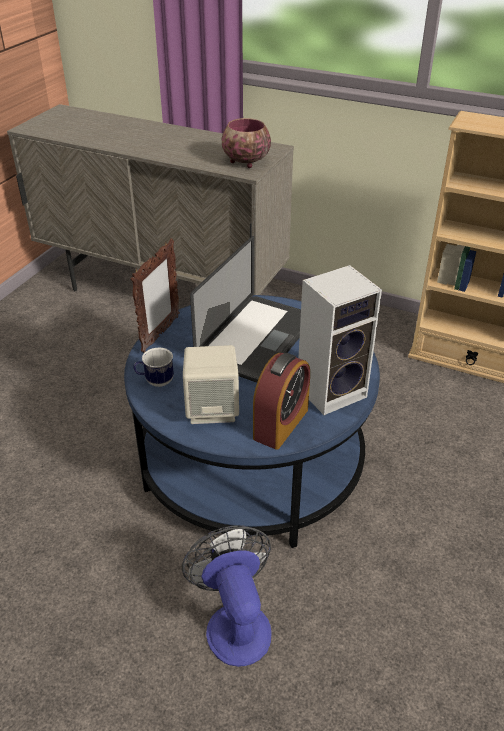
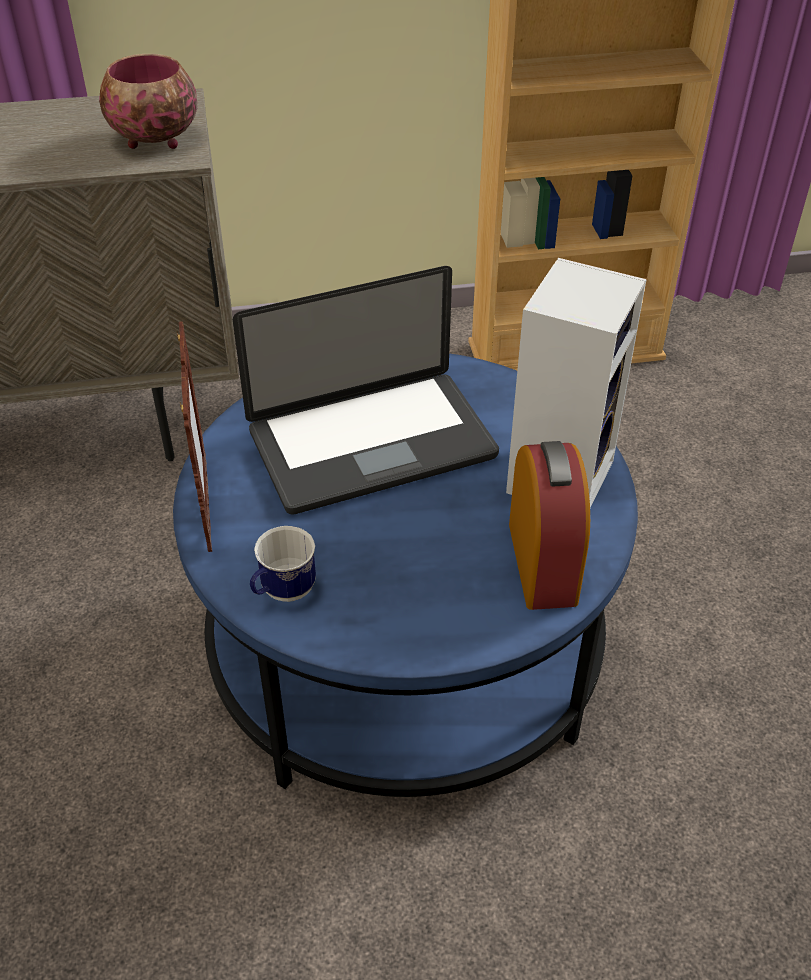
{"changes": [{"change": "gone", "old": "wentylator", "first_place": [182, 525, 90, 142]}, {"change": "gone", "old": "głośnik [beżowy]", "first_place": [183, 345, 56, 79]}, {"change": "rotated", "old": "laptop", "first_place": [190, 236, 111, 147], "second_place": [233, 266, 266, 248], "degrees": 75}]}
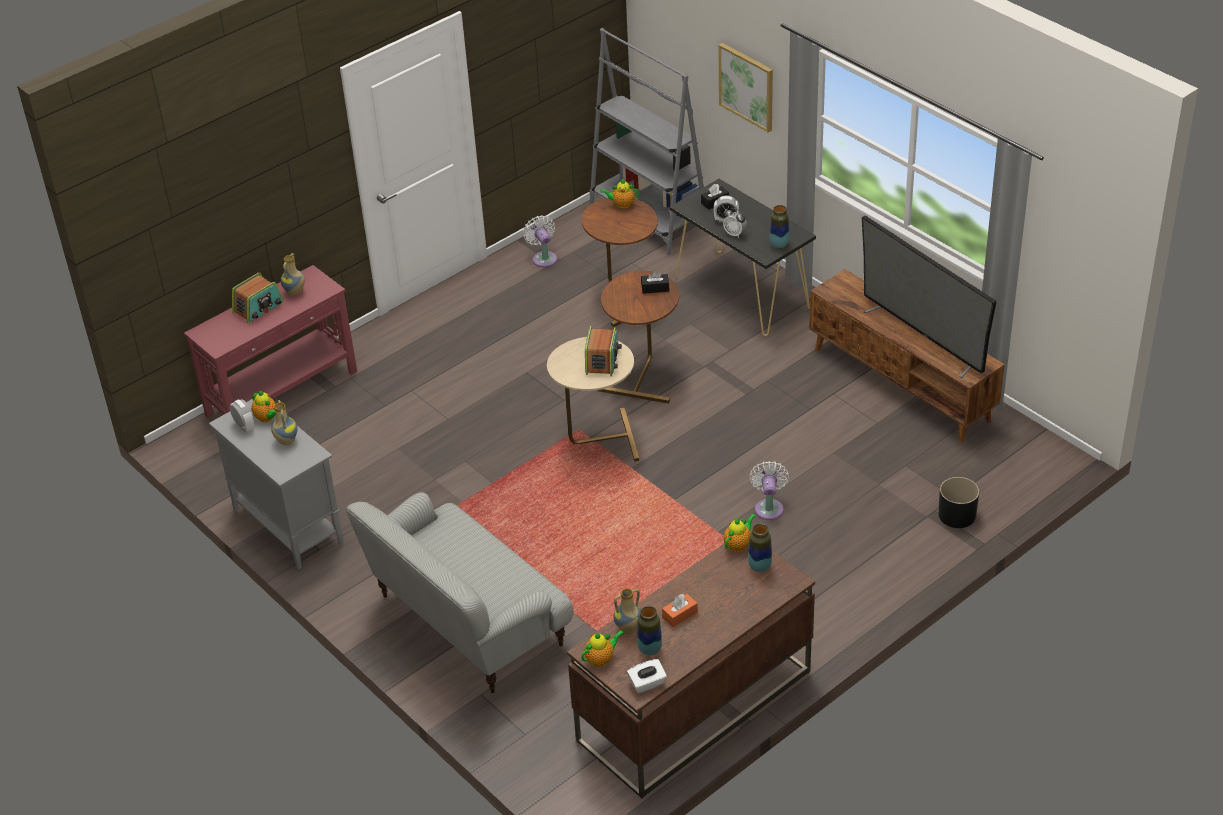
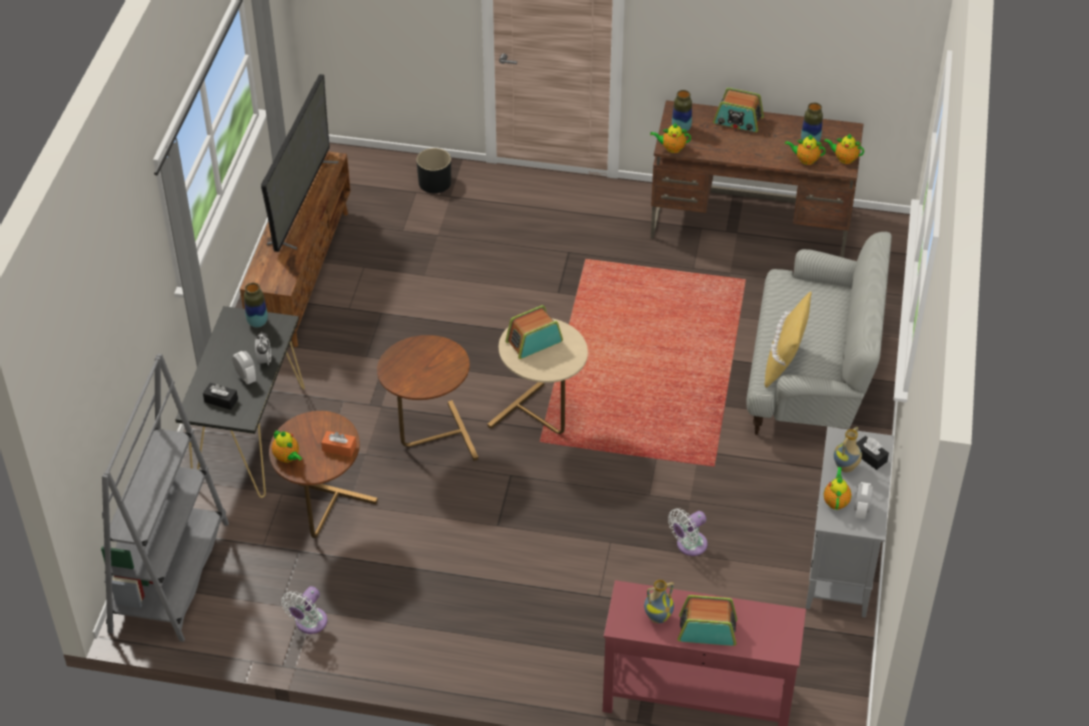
{"changes": [{"change": "gone", "old": "pudełko chusteczek [biały]", "first_place": [627, 659, 40, 34]}, {"change": "gone", "old": "obraz", "first_place": [719, 43, 54, 90]}, {"change": "new", "new": "radio", "second_place": [713, 88, 51, 44]}, {"change": "new", "new": "poduszka [żółty]", "second_place": [764, 291, 48, 97]}, {"change": "shifted", "old": "pudełko chusteczek [czarny]", "first_place": [641, 271, 28, 23], "second_place": [856, 436, 33, 34]}, {"change": "shifted", "old": "pudełko chusteczek [pomarańczowy]", "first_place": [662, 594, 36, 33], "second_place": [321, 431, 35, 26]}, {"change": "shifted", "old": "wentylator [biały]", "first_place": [749, 461, 40, 59], "second_place": [668, 509, 40, 47]}, {"change": "swapped", "old": "wazon", "new": "imbryk", "first_place": [613, 588, 28, 46], "second_place": [785, 135, 41, 30]}]}
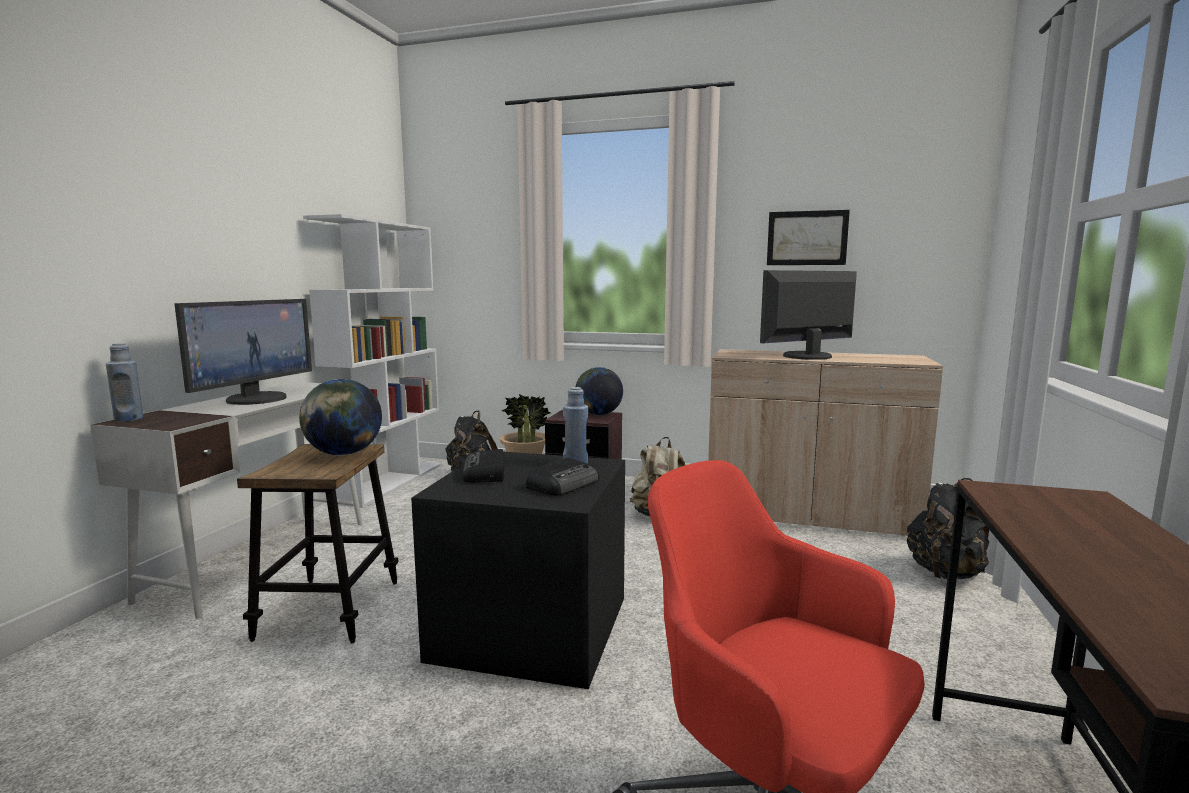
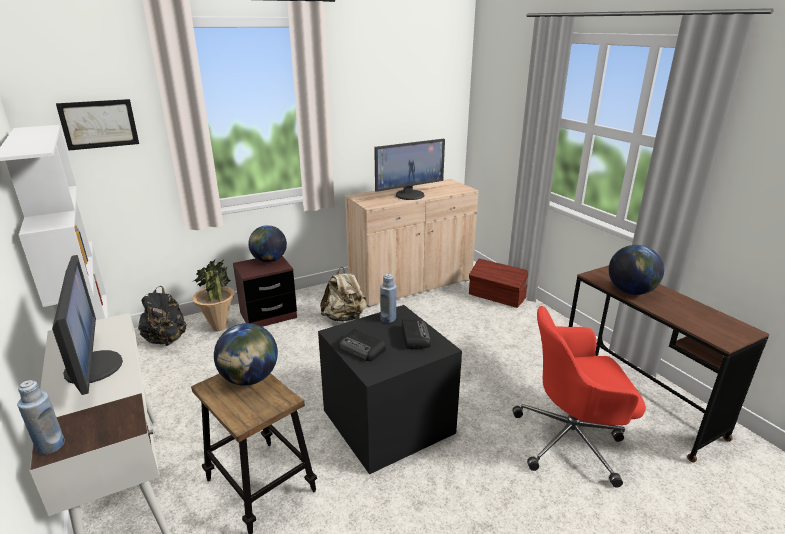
{"changes": [{"change": "new", "new": "globus", "second_place": [609, 245, 55, 50]}, {"change": "shifted", "old": "obraz", "first_place": [767, 210, 83, 55], "second_place": [56, 99, 83, 52]}, {"change": "swapped", "old": "plecak [czarny]", "new": "pojemnik do przechowywania [brązowy]", "first_place": [907, 478, 82, 101], "second_place": [469, 259, 59, 49]}, {"change": "rotated", "old": "monitor", "first_place": [760, 270, 97, 90], "second_place": [374, 139, 71, 61], "degrees": -135}]}
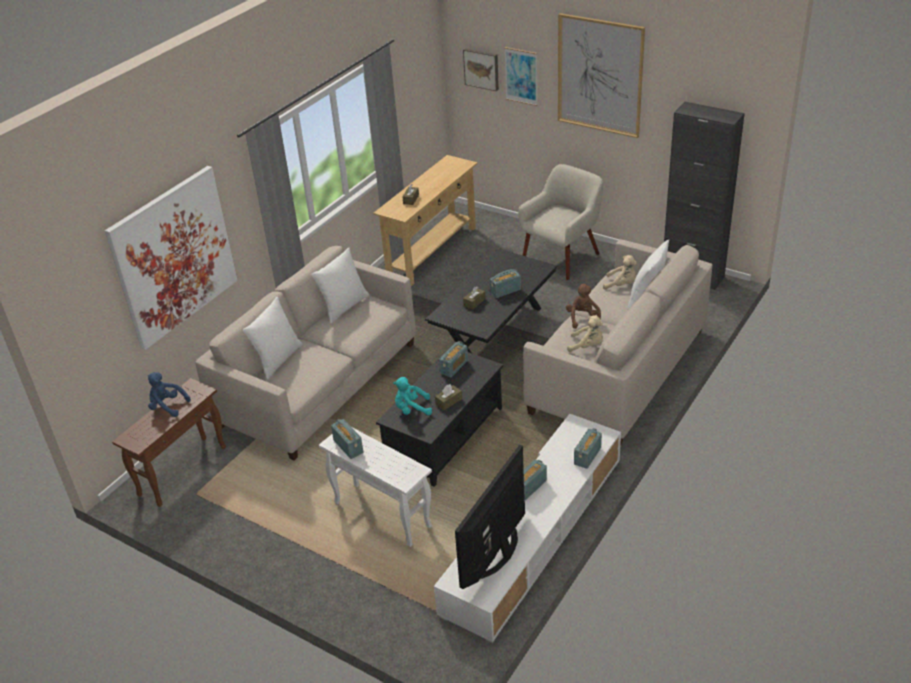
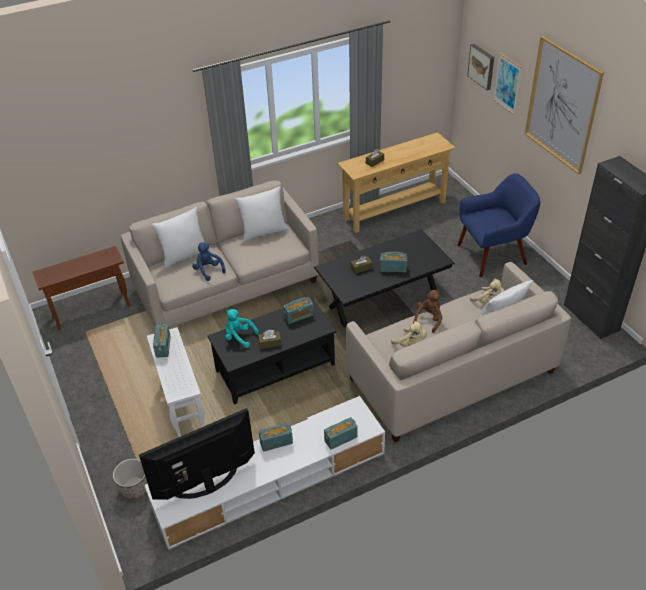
{"changes": [{"change": "gone", "old": "obraz", "first_place": [105, 166, 133, 184]}, {"change": "new", "new": "donica", "second_place": [113, 459, 35, 40]}, {"change": "shifted", "old": "pluszak [niebieski]", "first_place": [148, 372, 42, 45], "second_place": [192, 242, 34, 39]}, {"change": "repainted", "old": "fotel [beżowy]", "new": "fotel [niebieski]", "first_place": [518, 164, 85, 116], "second_place": [458, 173, 82, 104]}]}
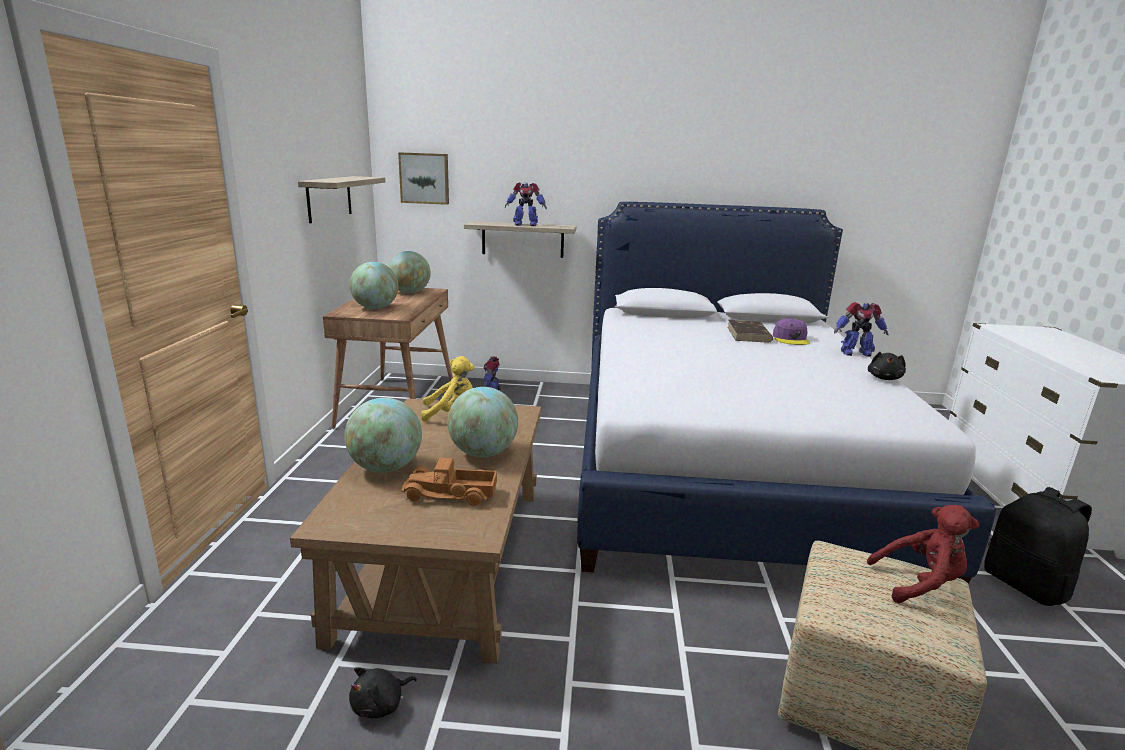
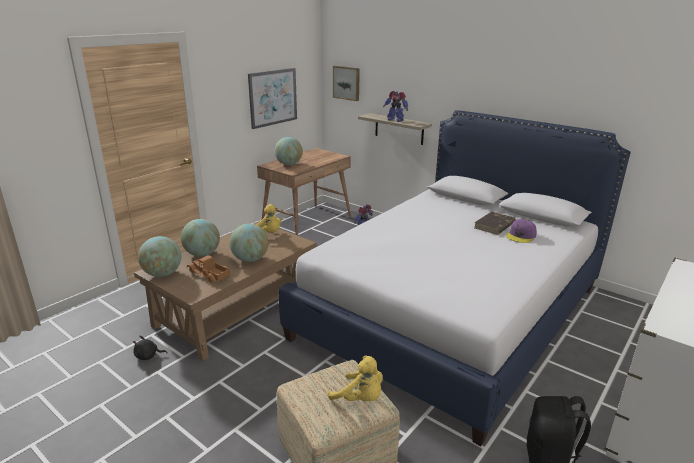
{"changes": [{"change": "gone", "old": "robot zabawkowy", "first_place": [834, 302, 54, 54]}, {"change": "gone", "old": "pluszak [czarny]", "first_place": [868, 352, 38, 28]}, {"change": "shifted", "old": "globus", "first_place": [388, 251, 43, 42], "second_place": [138, 236, 43, 41]}, {"change": "swapped", "old": "półka", "new": "obraz", "first_place": [298, 176, 88, 47], "second_place": [248, 68, 49, 61]}, {"change": "repainted", "old": "pluszak [czerwony]", "new": "pluszak [żółty]", "first_place": [867, 505, 112, 98], "second_place": [328, 355, 55, 46]}]}
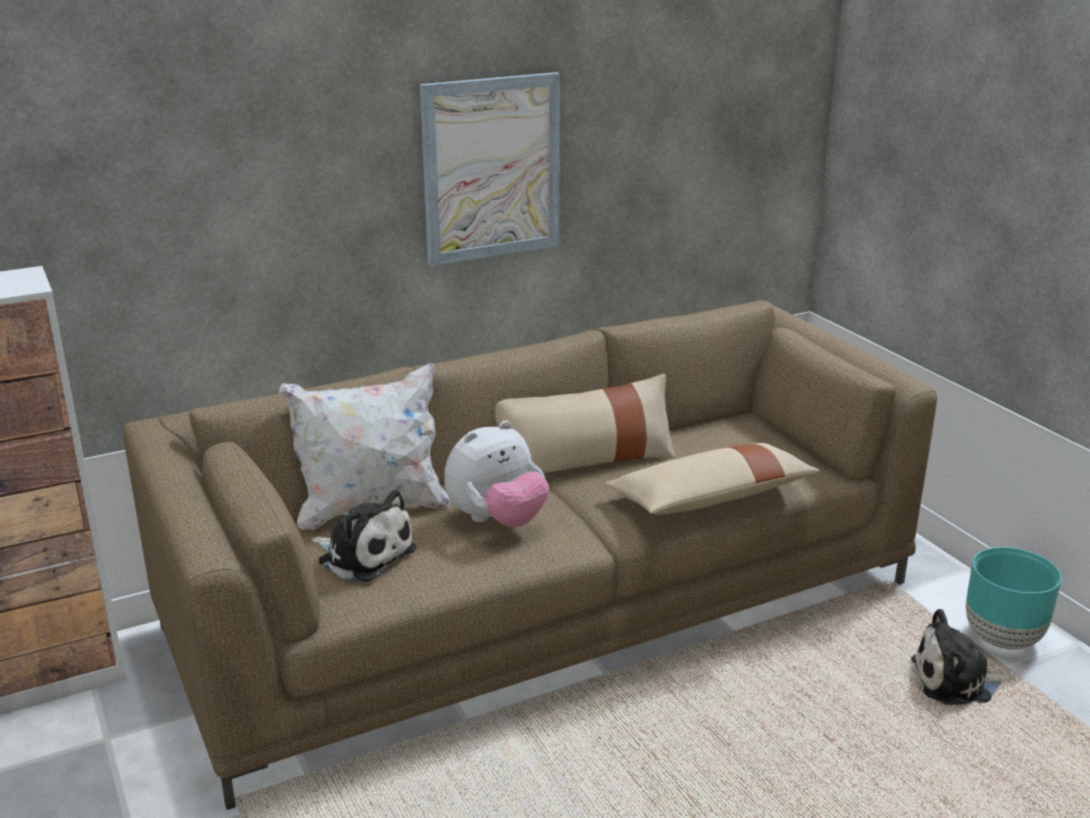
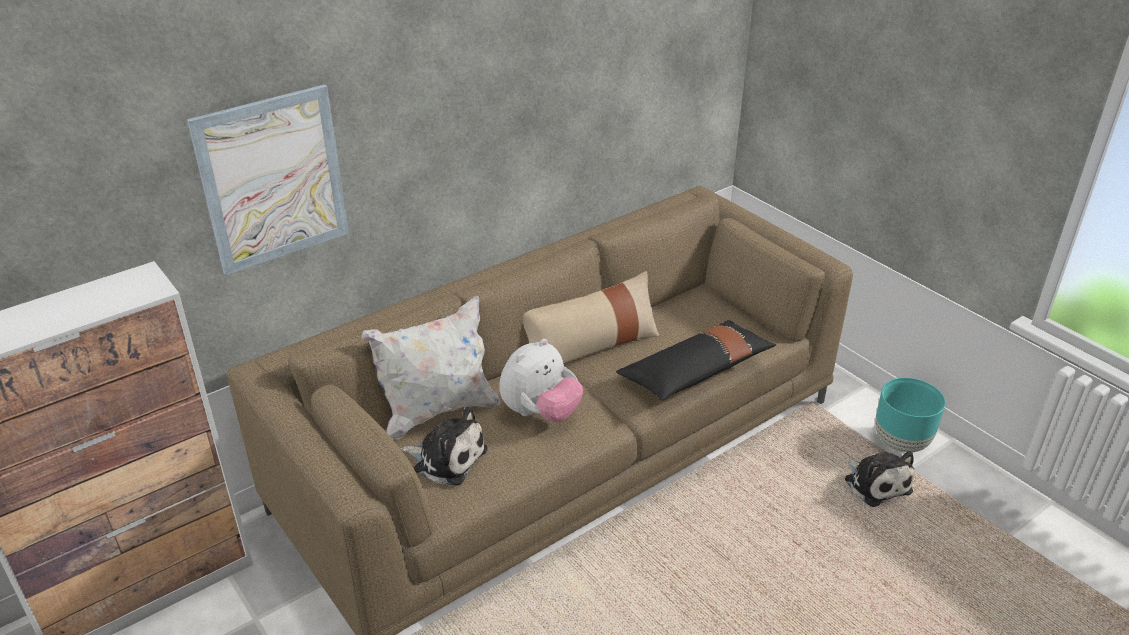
{"changes": [{"change": "shifted", "old": "obraz", "first_place": [420, 72, 140, 194], "second_place": [187, 84, 162, 191]}, {"change": "repainted", "old": "poduszka [beżowy]", "new": "poduszka [czarny]", "first_place": [605, 443, 215, 72], "second_place": [616, 320, 160, 80]}, {"change": "rotated", "old": "pluszak", "first_place": [911, 609, 100, 96], "second_place": [844, 451, 70, 56], "degrees": -105}]}
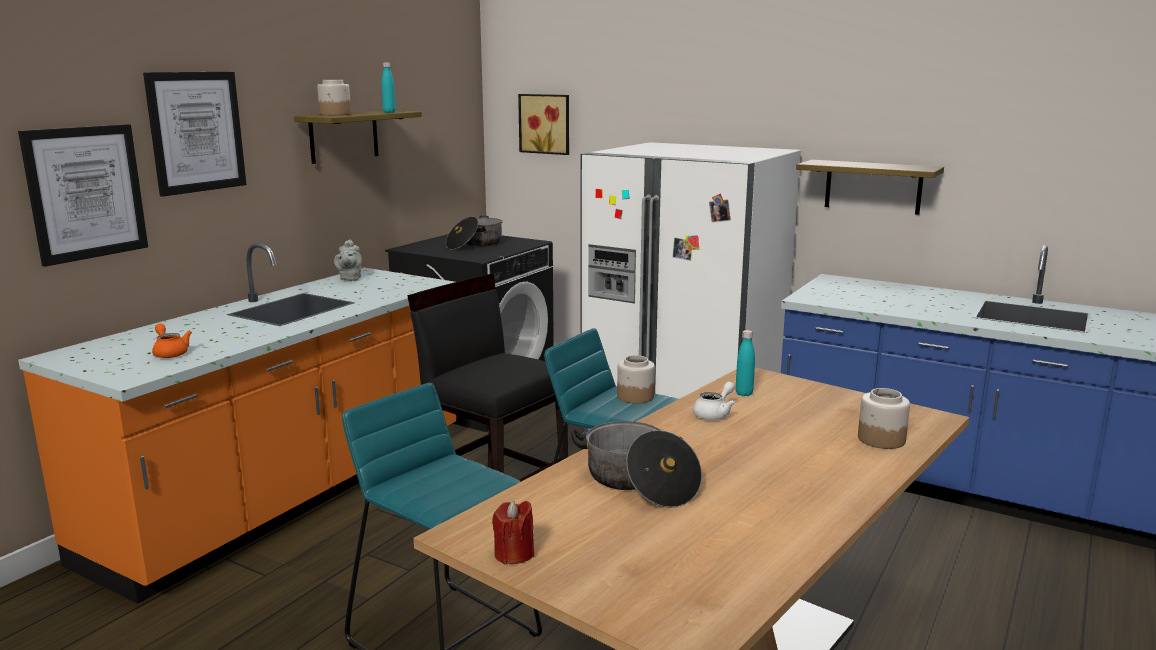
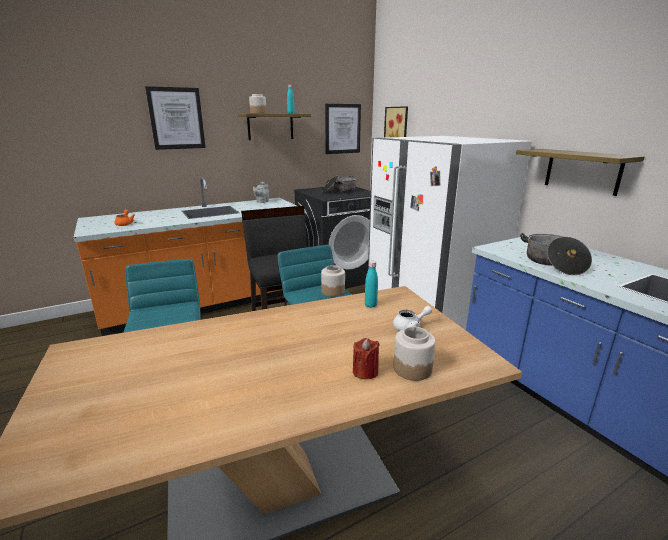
{"changes": [{"change": "shifted", "old": "obraz", "first_place": [18, 124, 130, 143], "second_place": [325, 104, 36, 50]}, {"change": "shifted", "old": "świeca [czerwony]", "first_place": [492, 500, 42, 65], "second_place": [353, 338, 27, 42]}, {"change": "shifted", "old": "garnek", "first_place": [571, 421, 131, 87], "second_place": [520, 233, 72, 42]}, {"change": "shifted", "old": "imbryk [biały]", "first_place": [693, 382, 42, 38], "second_place": [393, 306, 39, 25]}]}
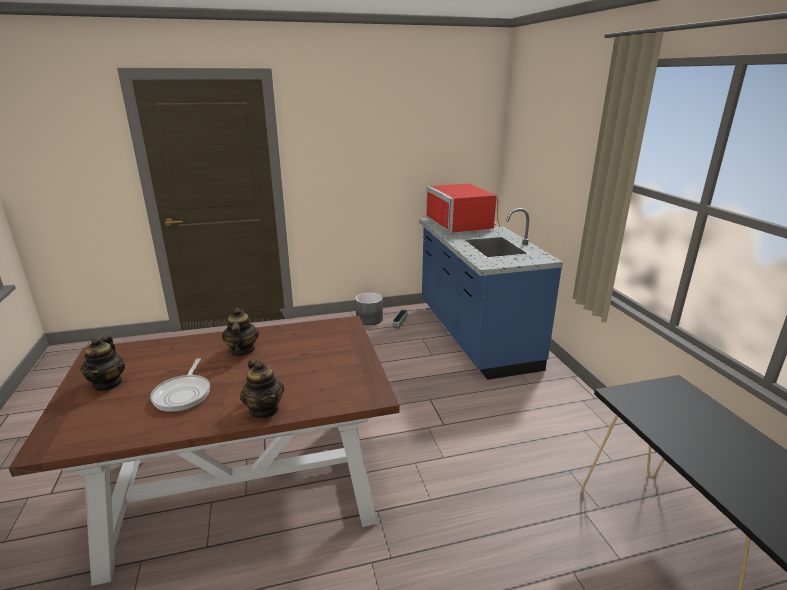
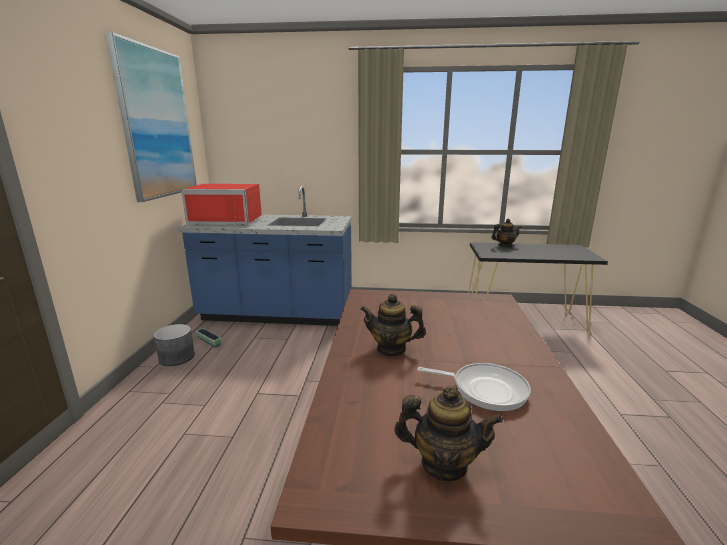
{"changes": [{"change": "new", "new": "obraz", "second_place": [106, 32, 91, 170]}, {"change": "shifted", "old": "imbryk", "first_place": [240, 359, 44, 59], "second_place": [492, 219, 29, 28]}]}
